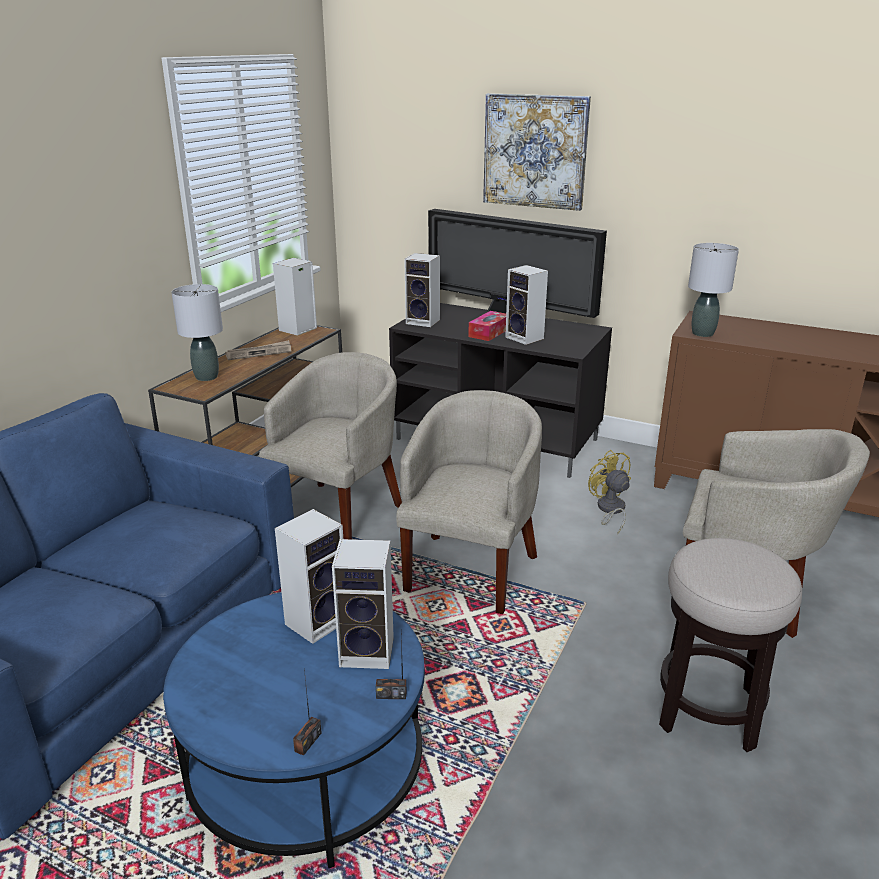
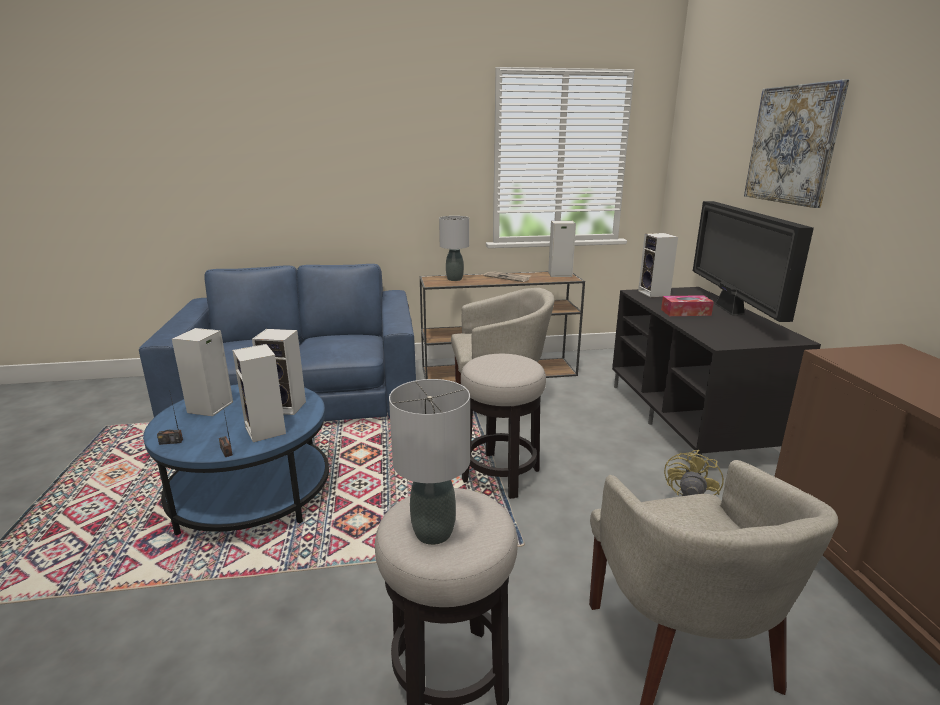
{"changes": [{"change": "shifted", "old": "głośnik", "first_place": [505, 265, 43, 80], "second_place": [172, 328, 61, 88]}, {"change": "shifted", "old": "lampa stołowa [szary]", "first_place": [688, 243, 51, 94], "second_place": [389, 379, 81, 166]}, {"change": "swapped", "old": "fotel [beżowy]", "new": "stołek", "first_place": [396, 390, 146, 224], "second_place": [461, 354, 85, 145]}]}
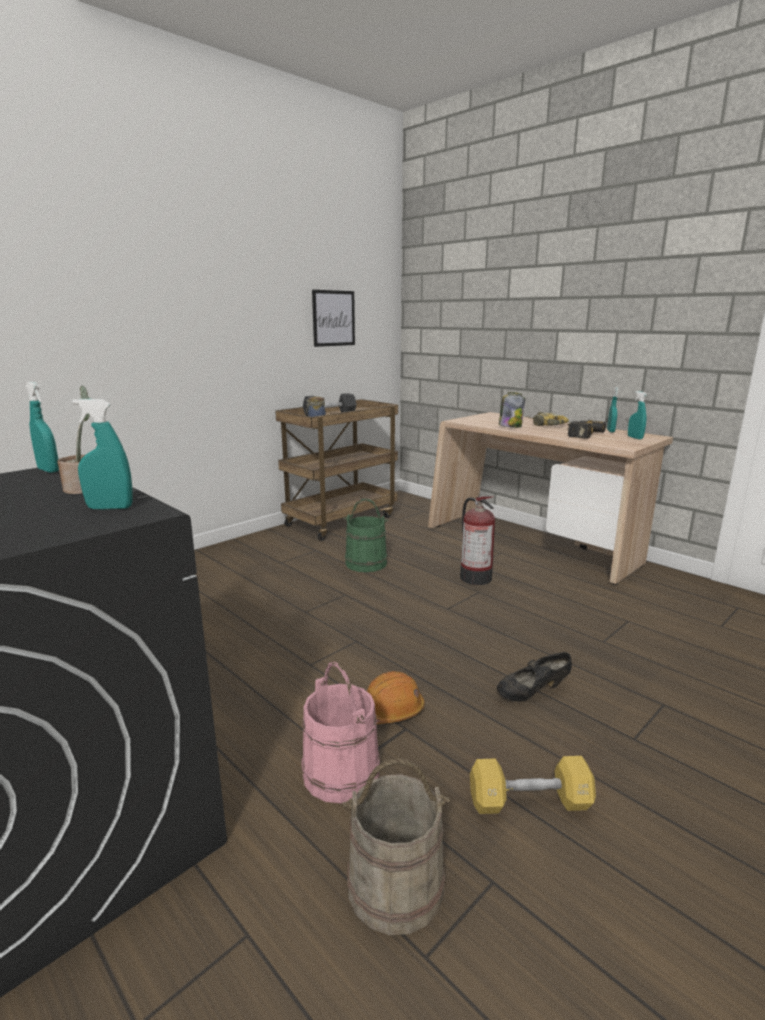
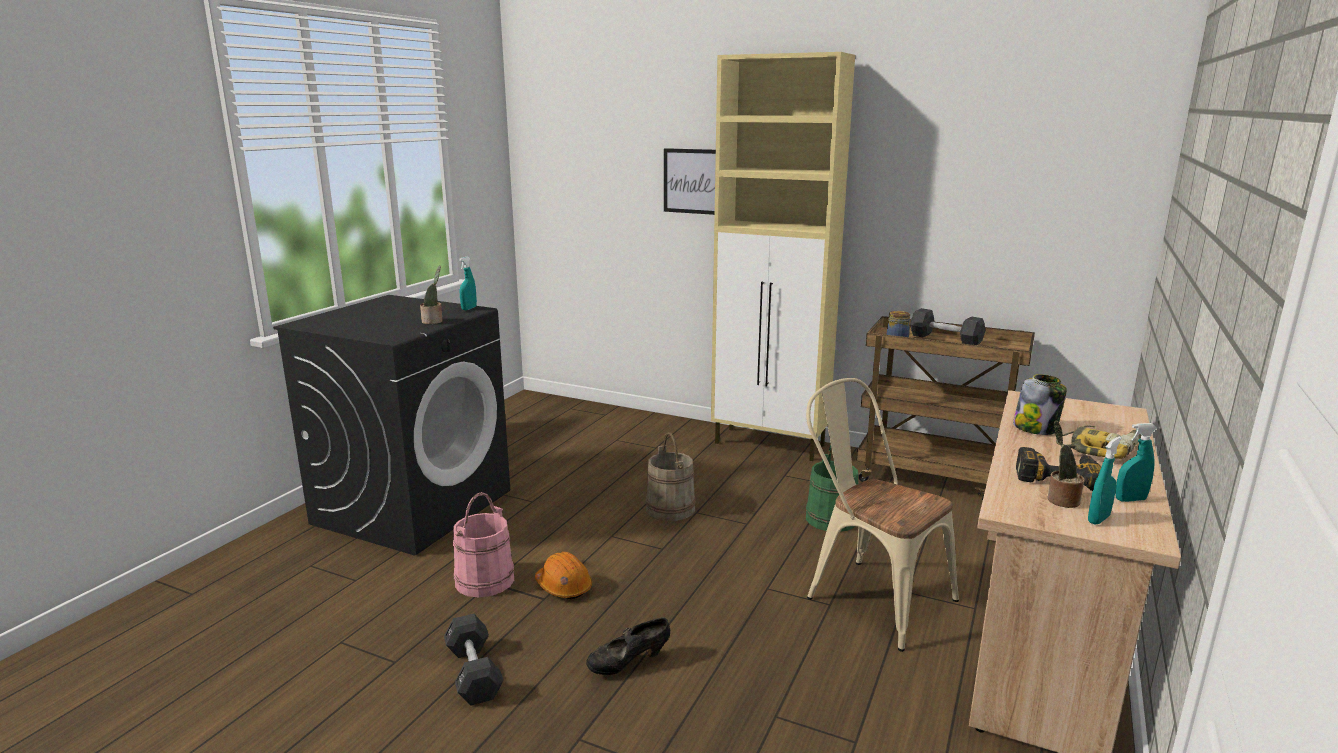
{"changes": [{"change": "gone", "old": "spryskiwacz [turkusowy]", "first_place": [72, 399, 61, 111]}, {"change": "new", "new": "szafka [beżowy]", "second_place": [711, 52, 144, 409]}, {"change": "new", "new": "roślina doniczkowa", "second_place": [1047, 421, 38, 87]}, {"change": "shifted", "old": "obraz", "first_place": [312, 290, 43, 57], "second_place": [664, 148, 52, 67]}, {"change": "shifted", "old": "wiadro [beżowy]", "first_place": [343, 758, 107, 177], "second_place": [646, 432, 50, 89]}, {"change": "swapped", "old": "gaśnica", "new": "krzesło [beżowy]", "first_place": [460, 496, 35, 89], "second_place": [806, 378, 153, 274]}, {"change": "repainted", "old": "hantel [żółty]", "new": "hantel [czarny]", "first_place": [470, 756, 126, 58], "second_place": [444, 614, 60, 92]}, {"change": "rotated", "old": "but [czarny]", "first_place": [497, 652, 75, 50], "second_place": [586, 617, 84, 58], "degrees": -75}]}
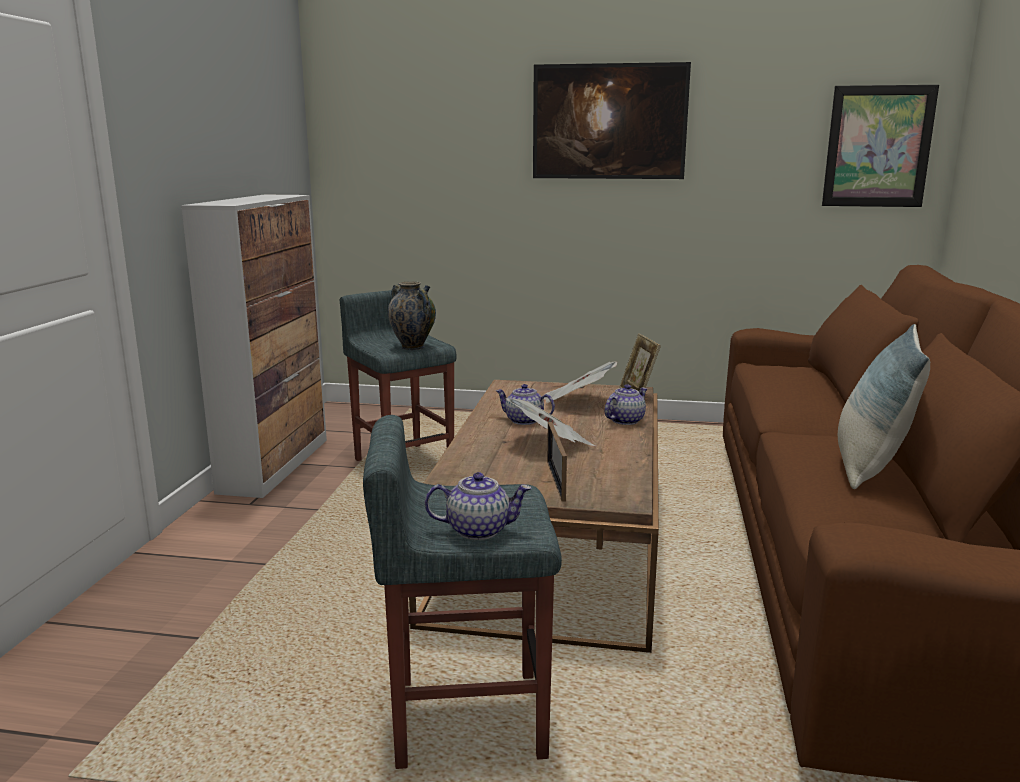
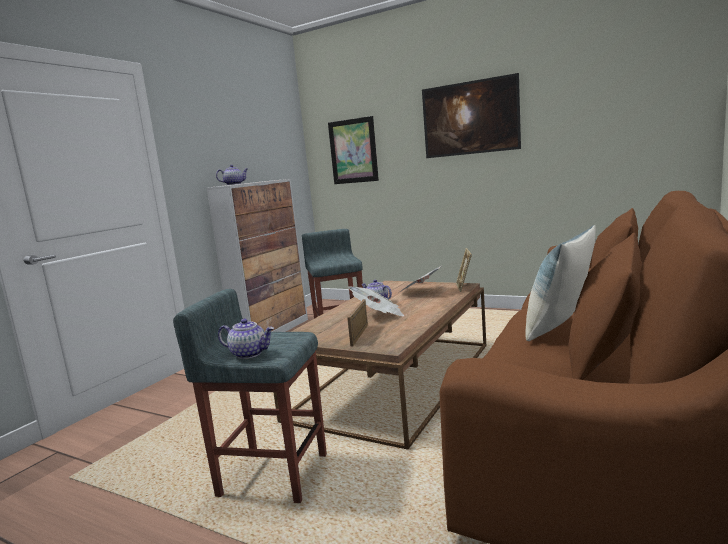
{"changes": [{"change": "gone", "old": "wazon", "first_place": [388, 281, 48, 69]}, {"change": "shifted", "old": "imbryk", "first_place": [605, 384, 42, 41], "second_place": [216, 165, 31, 20]}, {"change": "shifted", "old": "obraz", "first_place": [822, 85, 117, 122], "second_place": [328, 116, 51, 68]}]}
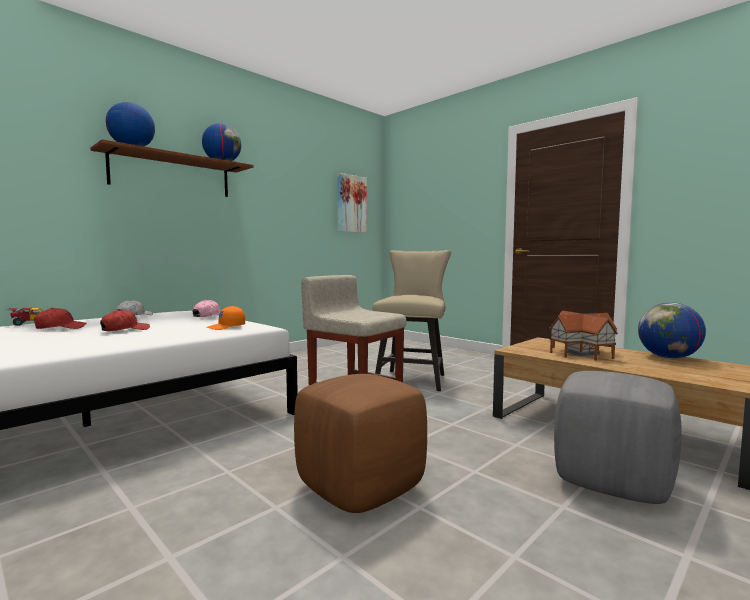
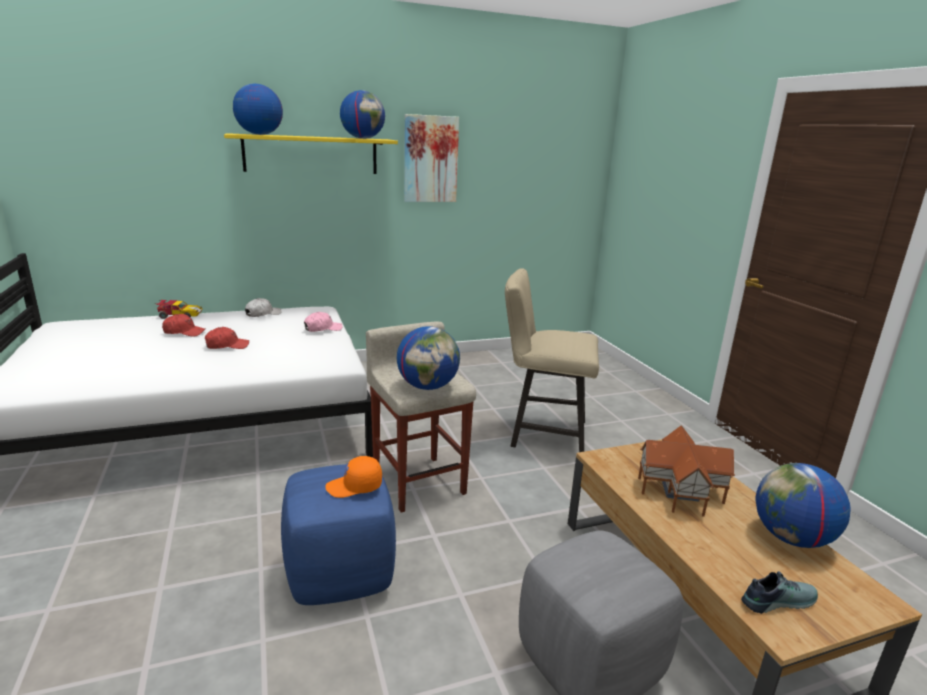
{"changes": [{"change": "new", "new": "globus", "second_place": [397, 326, 63, 64]}, {"change": "new", "new": "but", "second_place": [741, 571, 77, 43]}, {"change": "shifted", "old": "czapka z daszkiem [pomarańczowy]", "first_place": [207, 306, 38, 24], "second_place": [325, 456, 57, 42]}, {"change": "shifted", "old": "obraz", "first_place": [337, 173, 30, 60], "second_place": [404, 114, 55, 88]}, {"change": "repainted", "old": "półka [brązowy]", "new": "półka [żółty]", "first_place": [90, 139, 164, 58], "second_place": [224, 133, 174, 41]}, {"change": "repainted", "old": "pufa [brązowy]", "new": "pufa [niebieski]", "first_place": [294, 374, 133, 139], "second_place": [281, 464, 115, 141]}, {"change": "rotated", "old": "krzesło [beżowy]", "first_place": [373, 250, 78, 141], "second_place": [505, 268, 94, 184], "degrees": -120}]}
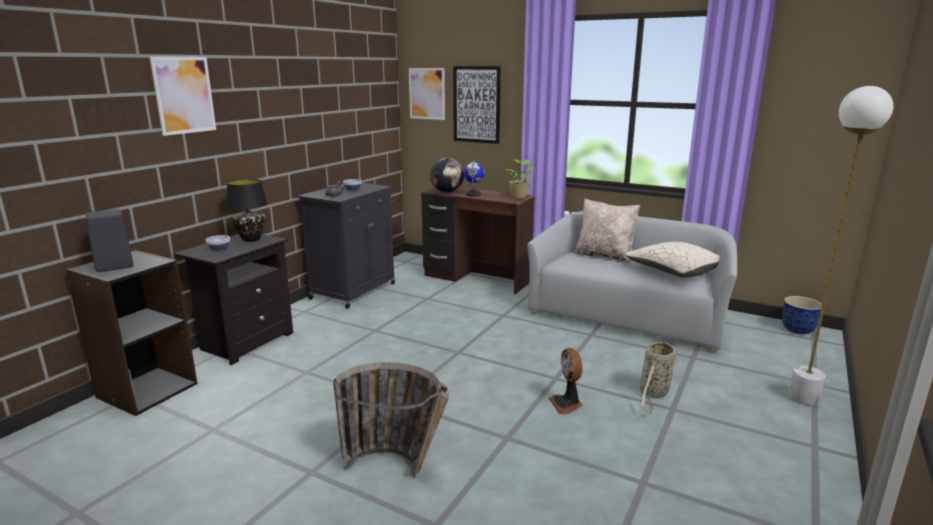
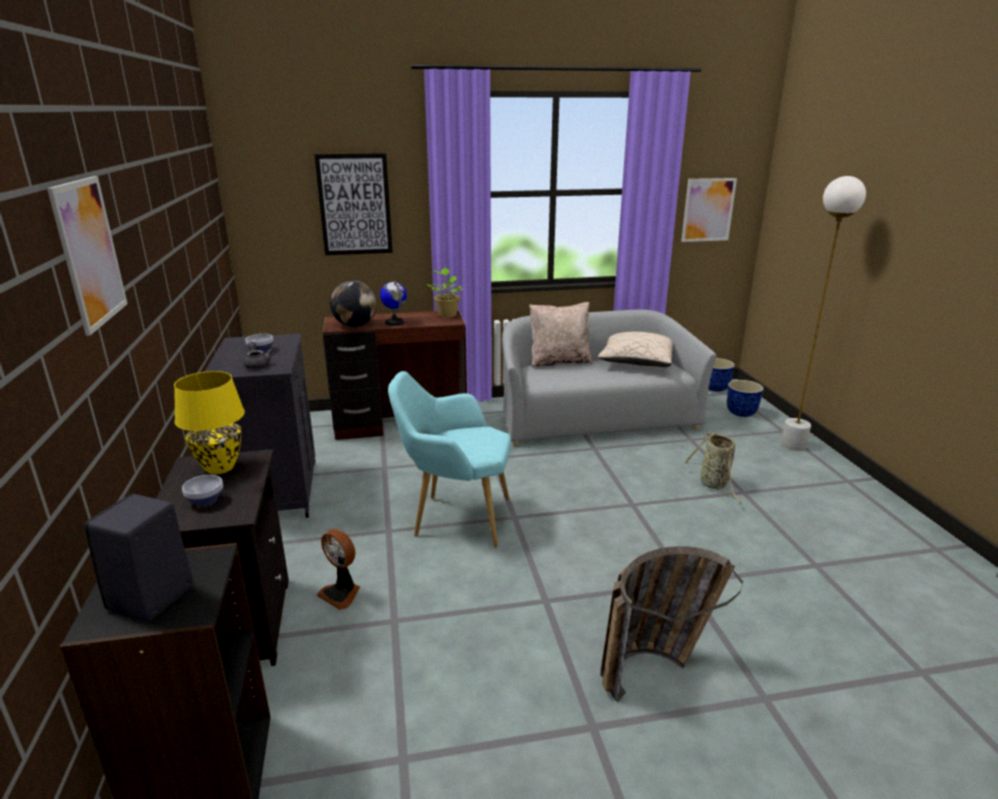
{"changes": [{"change": "new", "new": "fotel [turkusowy]", "second_place": [388, 371, 123, 176]}, {"change": "new", "new": "donica", "second_place": [727, 380, 37, 37]}, {"change": "shifted", "old": "obraz", "first_place": [409, 68, 36, 52], "second_place": [681, 178, 56, 64]}, {"change": "shifted", "old": "wentylator", "first_place": [549, 348, 34, 66], "second_place": [317, 529, 43, 81]}, {"change": "repainted", "old": "lampa stołowa [czarny]", "new": "lampa stołowa [żółty]", "first_place": [226, 179, 42, 63], "second_place": [174, 371, 71, 103]}]}
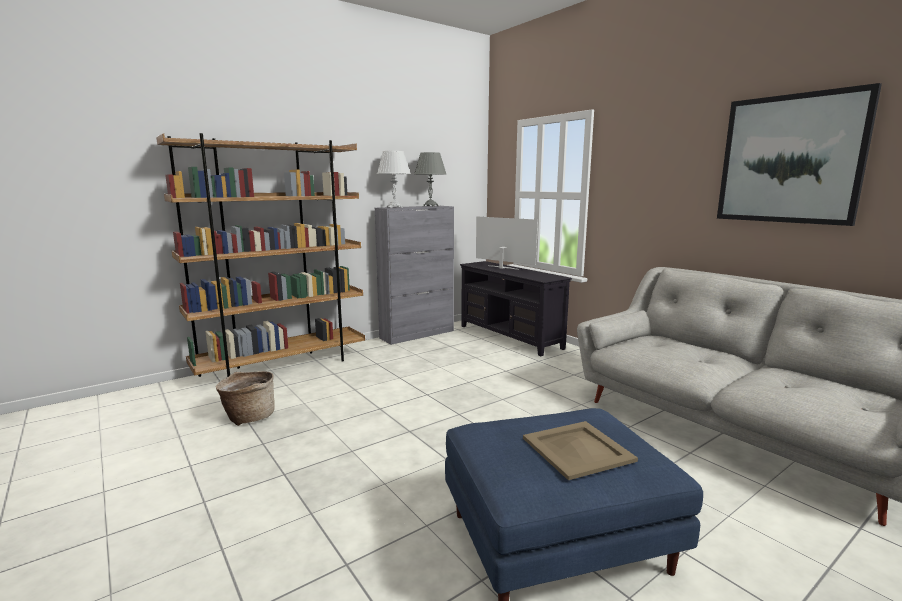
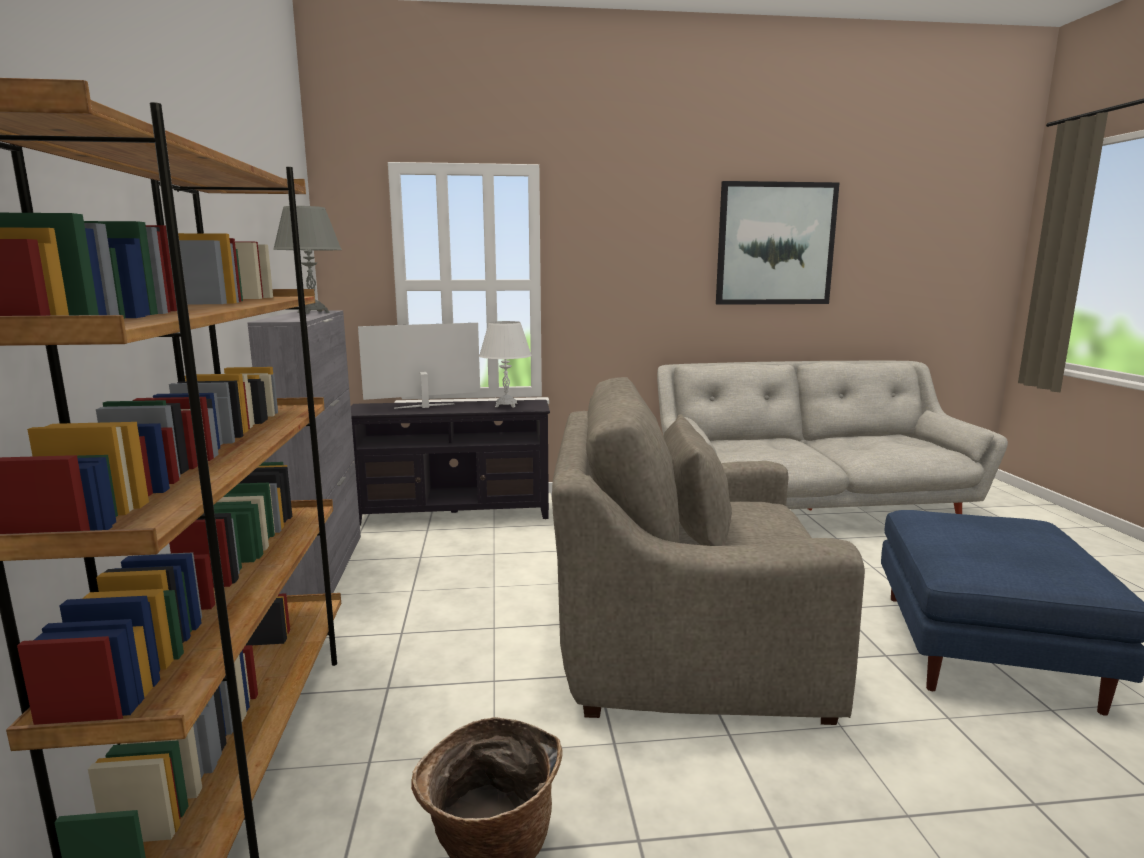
{"changes": [{"change": "gone", "old": "taca [beżowy]", "first_place": [523, 421, 115, 59]}, {"change": "new", "new": "fotel [szary]", "second_place": [552, 377, 313, 348]}, {"change": "shifted", "old": "lampa stołowa [biały]", "first_place": [376, 151, 35, 57], "second_place": [479, 321, 53, 87]}]}
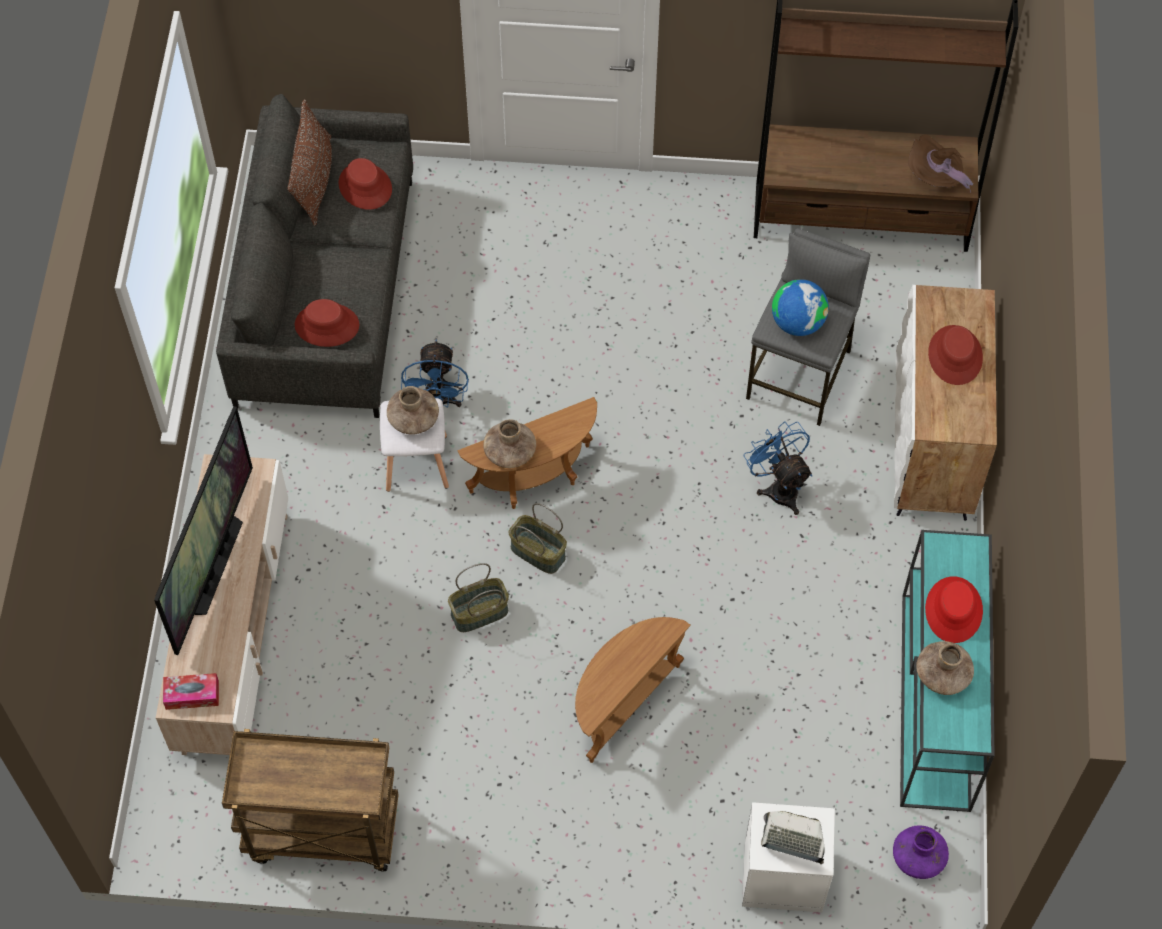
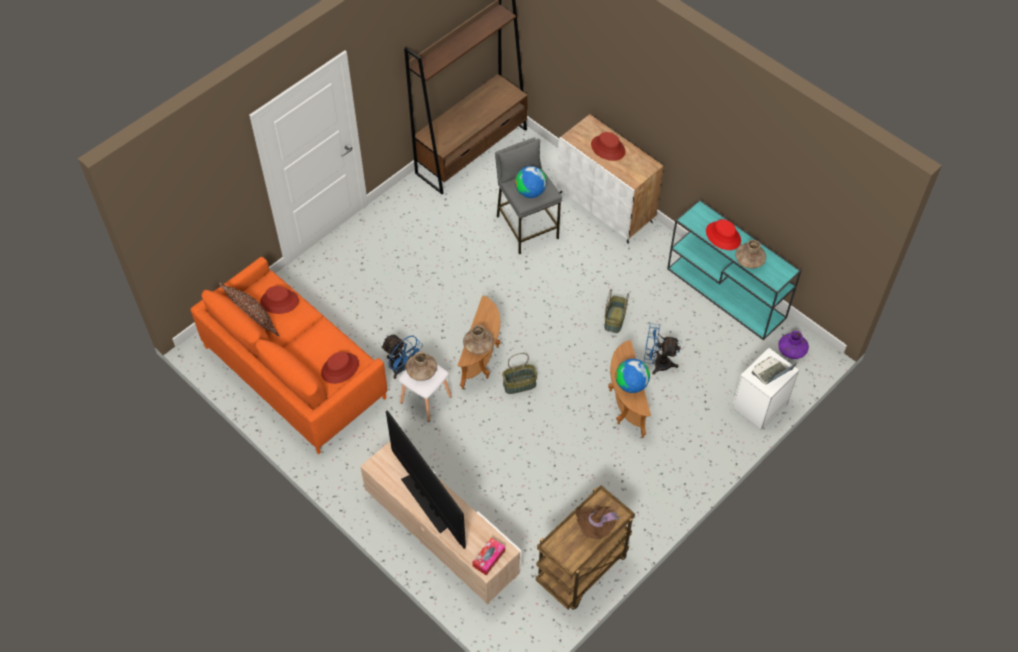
{"changes": [{"change": "new", "new": "globus", "second_place": [615, 359, 35, 34]}, {"change": "shifted", "old": "koszyk", "first_place": [448, 563, 61, 69], "second_place": [604, 289, 25, 44]}, {"change": "shifted", "old": "wentylator [niebieski]", "first_place": [744, 422, 68, 93], "second_place": [644, 323, 37, 52]}, {"change": "shifted", "old": "kapelusz [brązowy]", "first_place": [908, 134, 65, 58], "second_place": [575, 505, 46, 34]}, {"change": "repainted", "old": "kanapa [szary]", "new": "kanapa [pomarańczowy]", "first_place": [216, 94, 197, 324], "second_place": [190, 257, 197, 197]}]}
